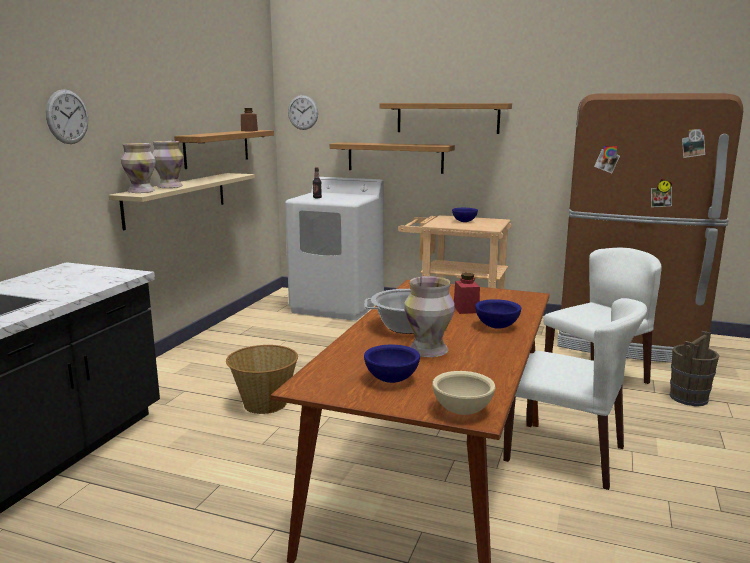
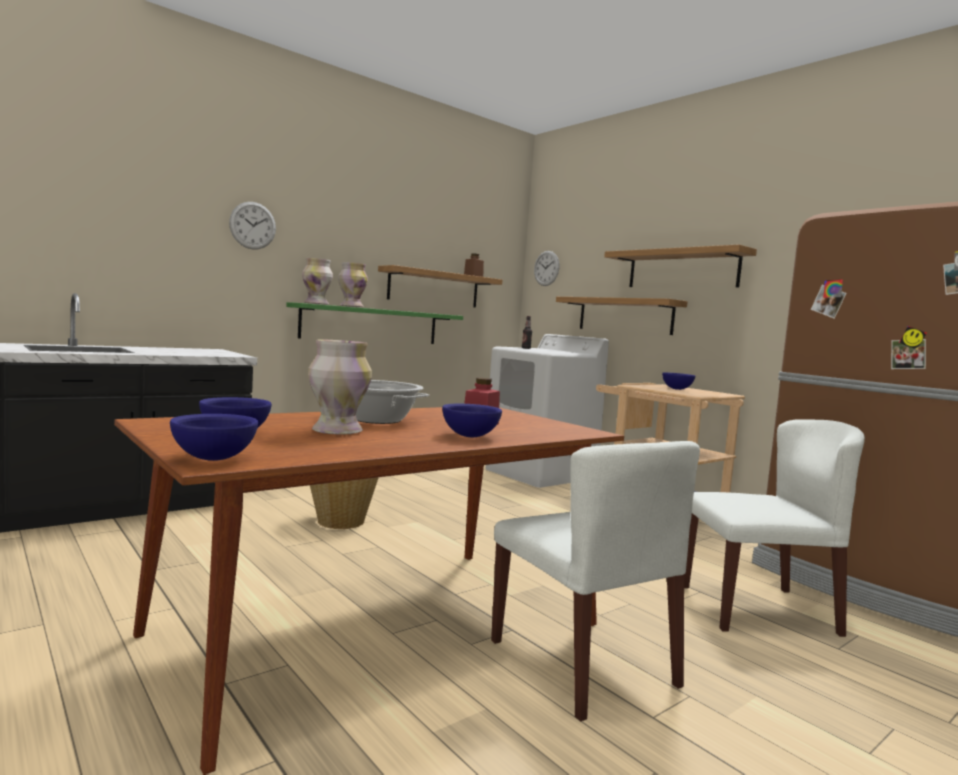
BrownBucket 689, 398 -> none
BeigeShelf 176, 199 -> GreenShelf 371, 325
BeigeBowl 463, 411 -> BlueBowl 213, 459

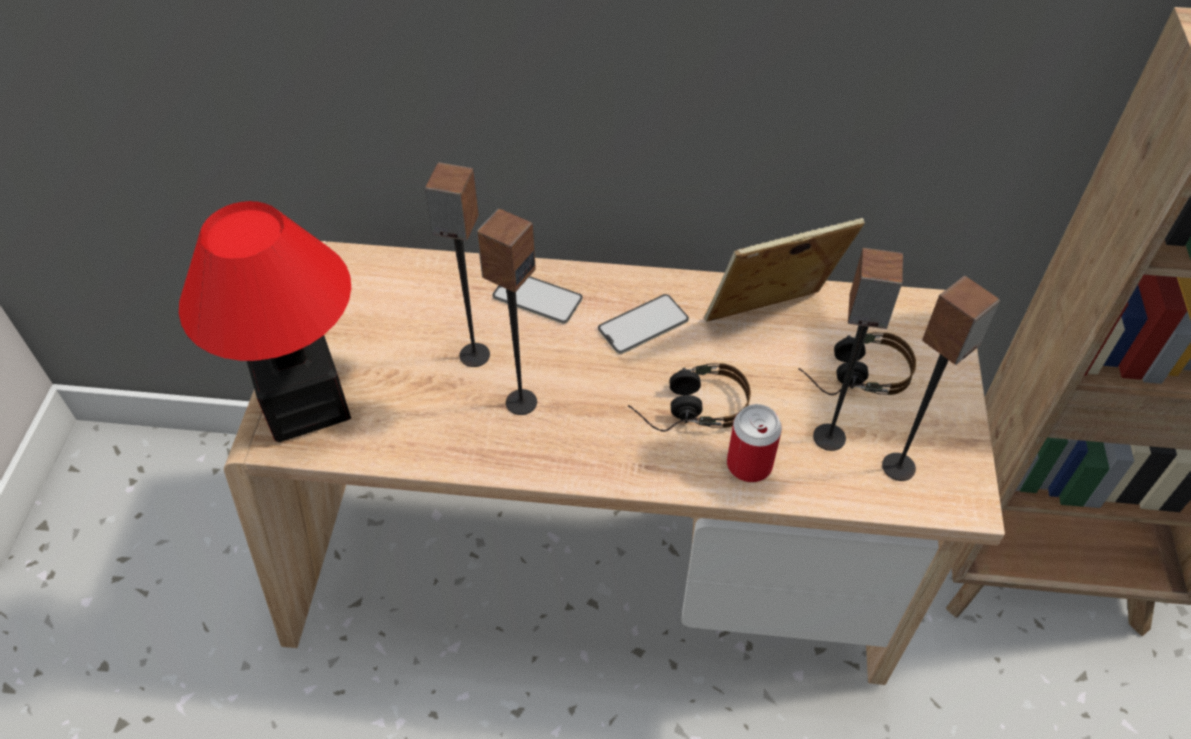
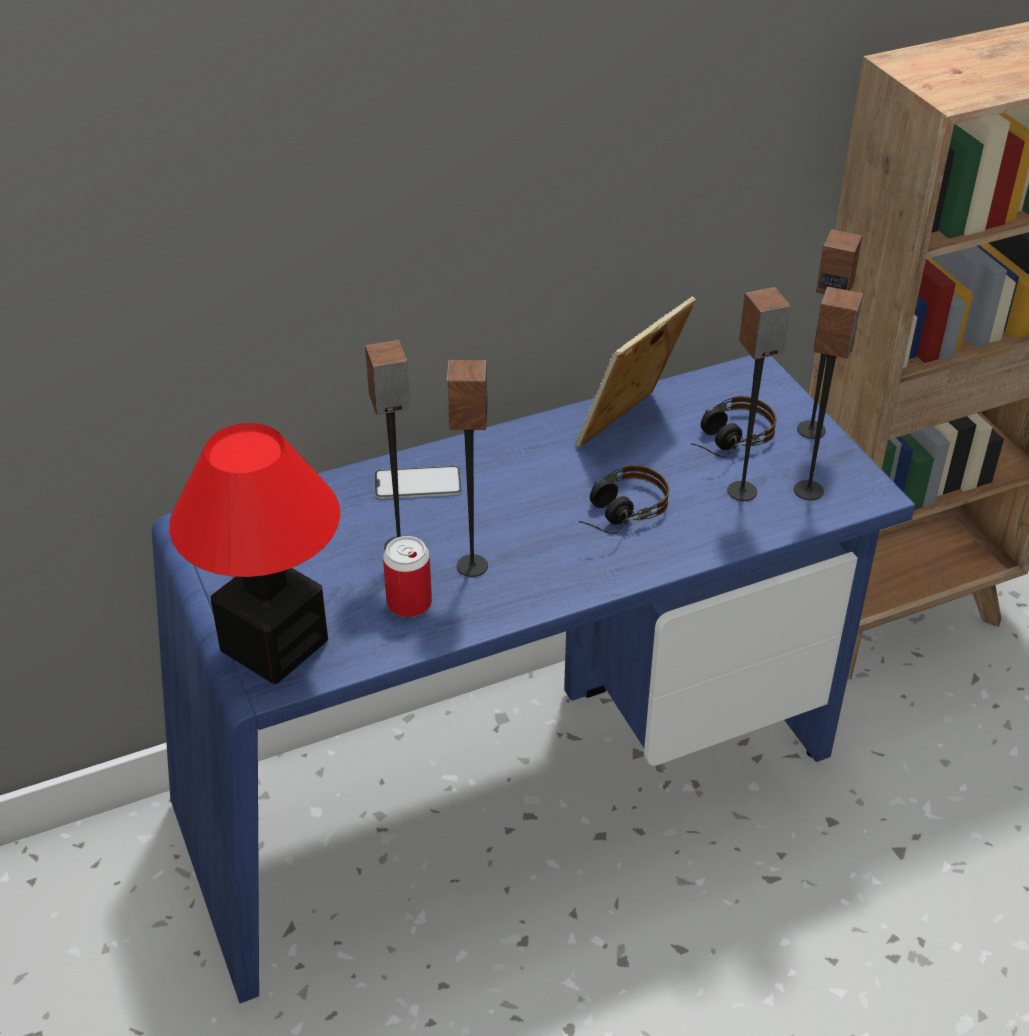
Phone 643, 324 -> none
none -> Speaker 811, 429
Can 749, 464 -> Can 409, 603, shifted
BeigeDesk 595, 574 -> BlueDesk 514, 790

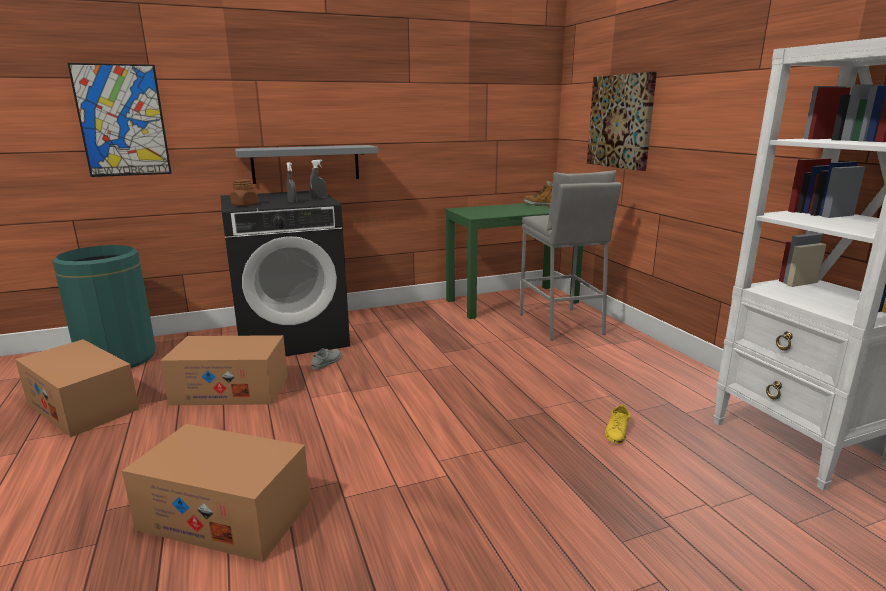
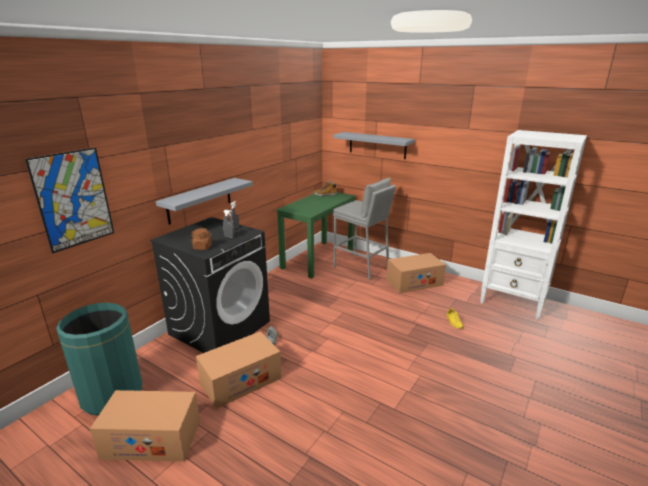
CardboardBox 225, 515 -> CardboardBox 414, 282, shifted
Picture 621, 121 -> GreyShelf 377, 145

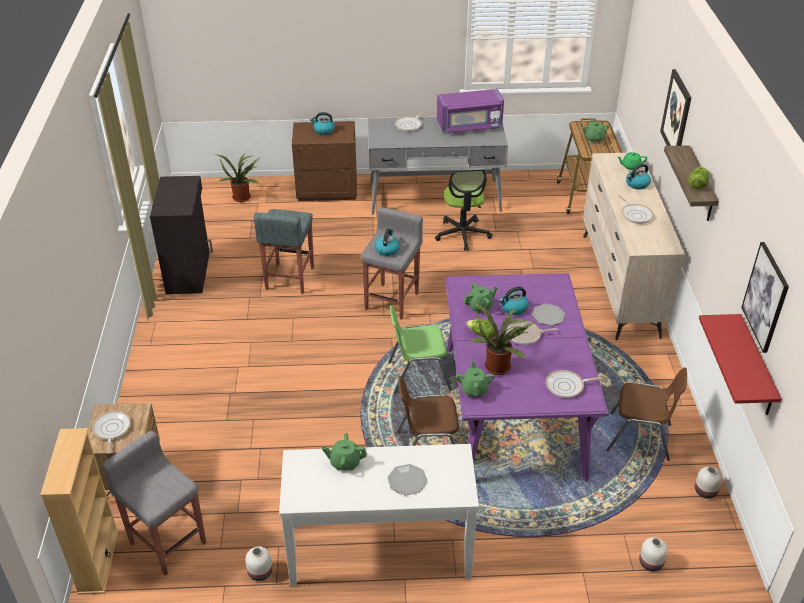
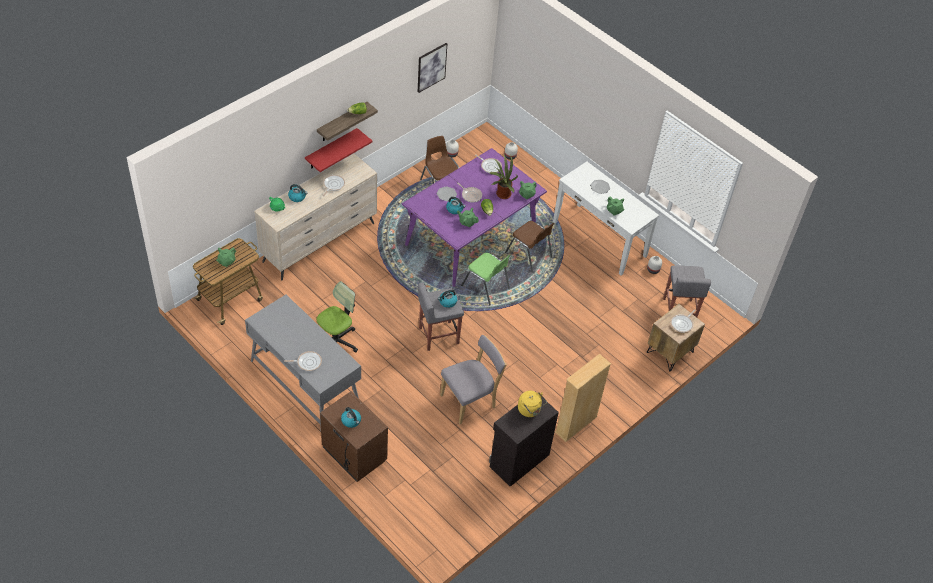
PottedPlant 242, 196 -> none
PurpleMicrowave 469, 126 -> none
Picture 676, 115 -> none
none -> YellowKettle 530, 410
BeigeBookcase 98, 560 -> BeigeBookcase 576, 424, shifted
RedShelf 756, 367 -> RedShelf 331, 149, shifted
GreyStool 289, 279 -> GreyChair 470, 401

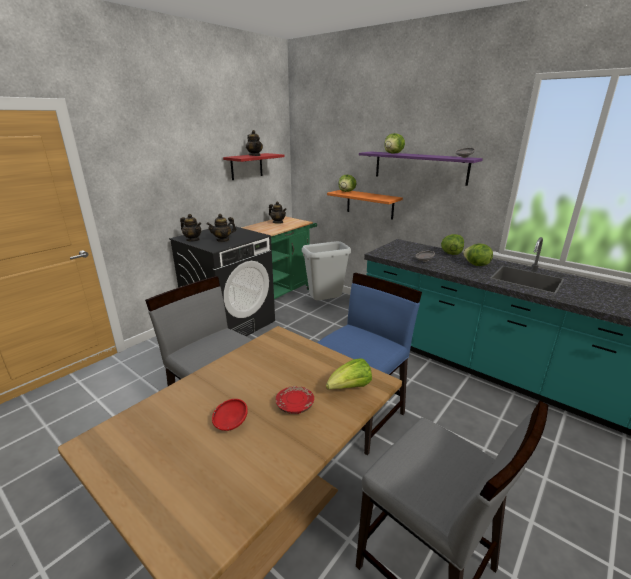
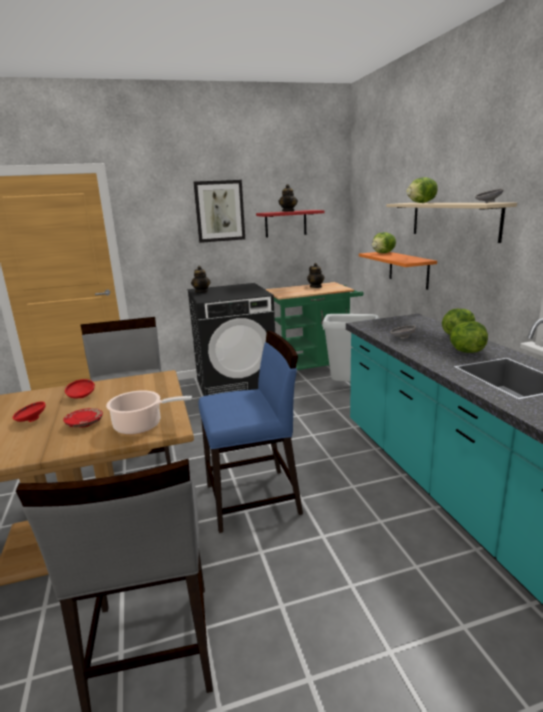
Teapot 223, 240 -> none
none -> RedBowl 81, 397
none -> Picture 219, 211
Lettuce 350, 388 -> CookingPot 141, 425
PurpleShelf 420, 167 -> BeigeShelf 453, 220

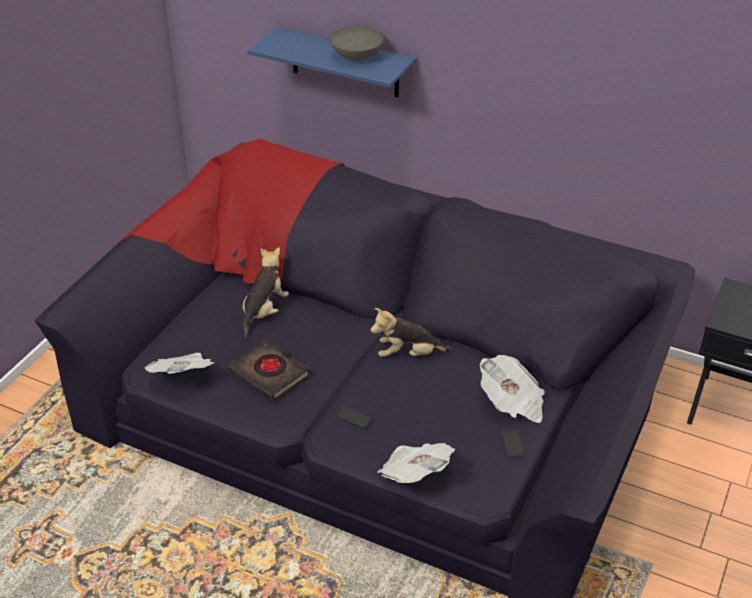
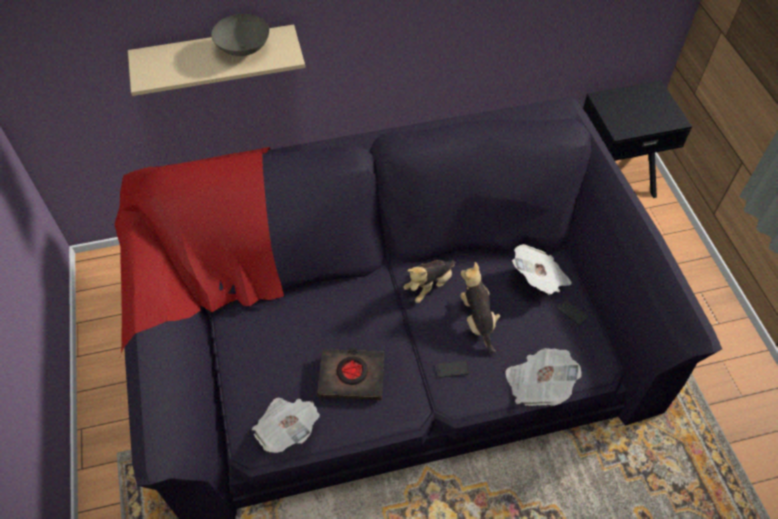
PlushToy 264, 311 -> PlushToy 478, 320, shifted
BlueShelf 345, 63 -> BeigeShelf 216, 56

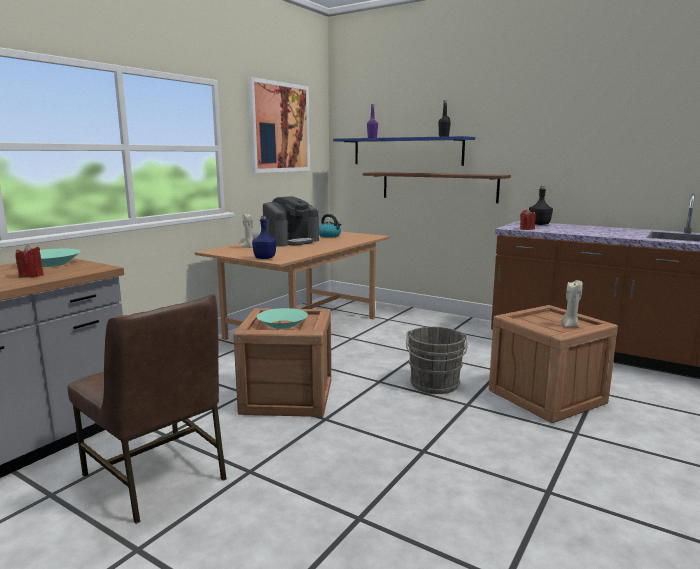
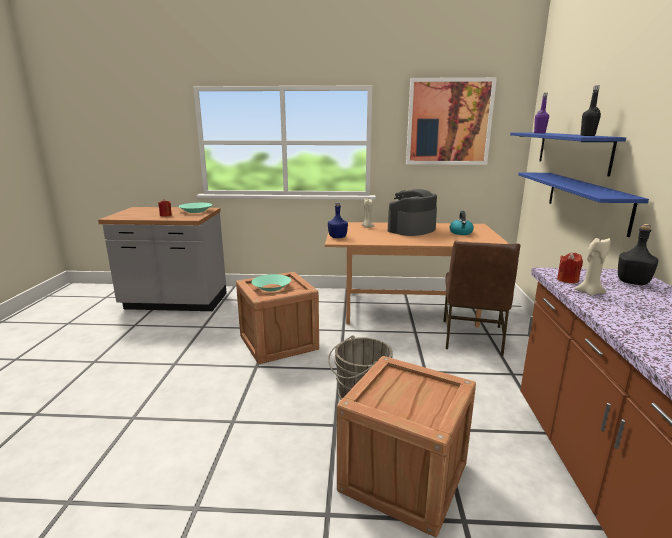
BrownChair 157, 477 -> BrownChair 472, 337, shifted
BeigeCandle 569, 326 -> BeigeCandle 589, 292, shifted
BrownShelf 438, 186 -> BlueShelf 586, 200
CoffeeMachine 291, 241 -> CoffeeMachine 411, 230, 120 degrees clockwise

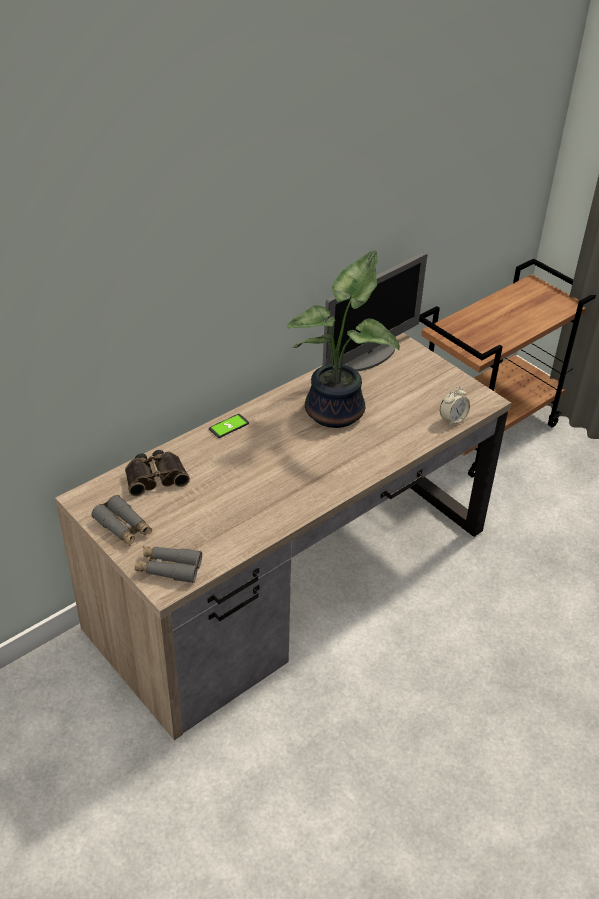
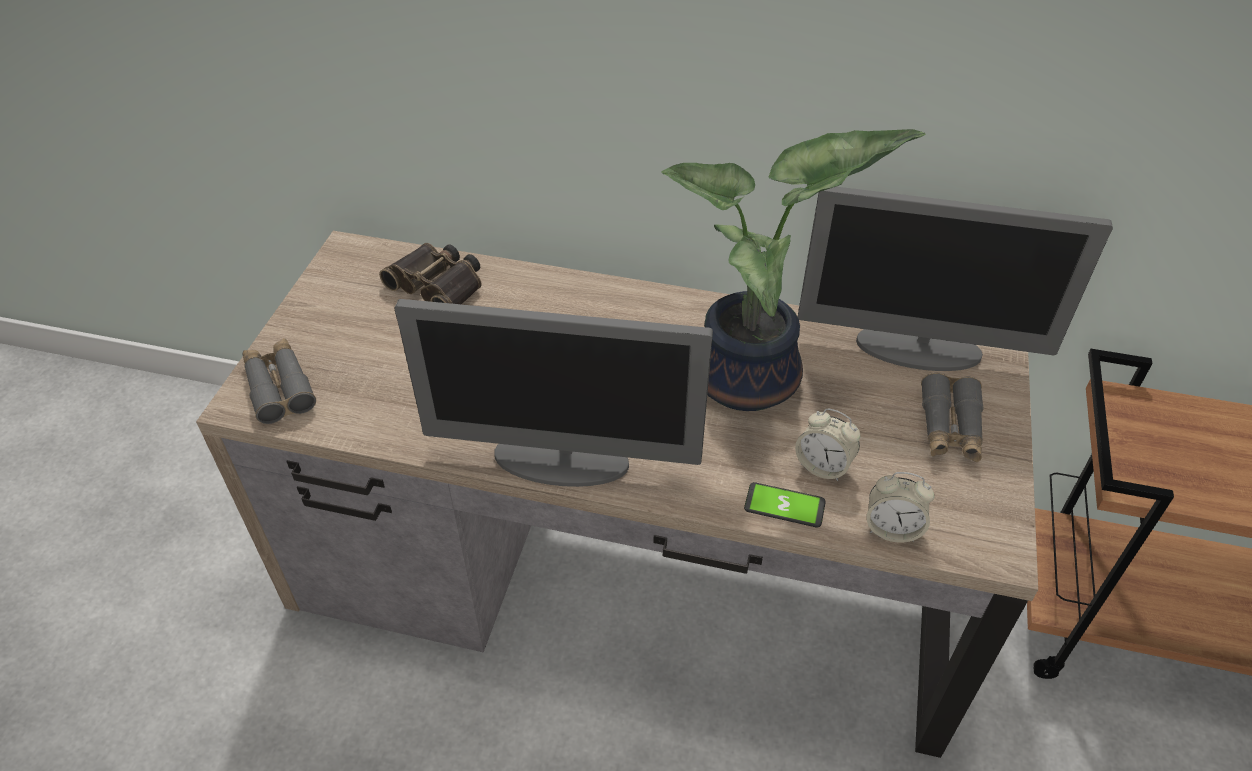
none -> Monitor 562, 460
none -> AlarmClock 823, 466
GreyBinoculars 123, 527 -> GreyBinoculars 950, 428, shifted
Phone 229, 426 -> Phone 784, 506, shifted

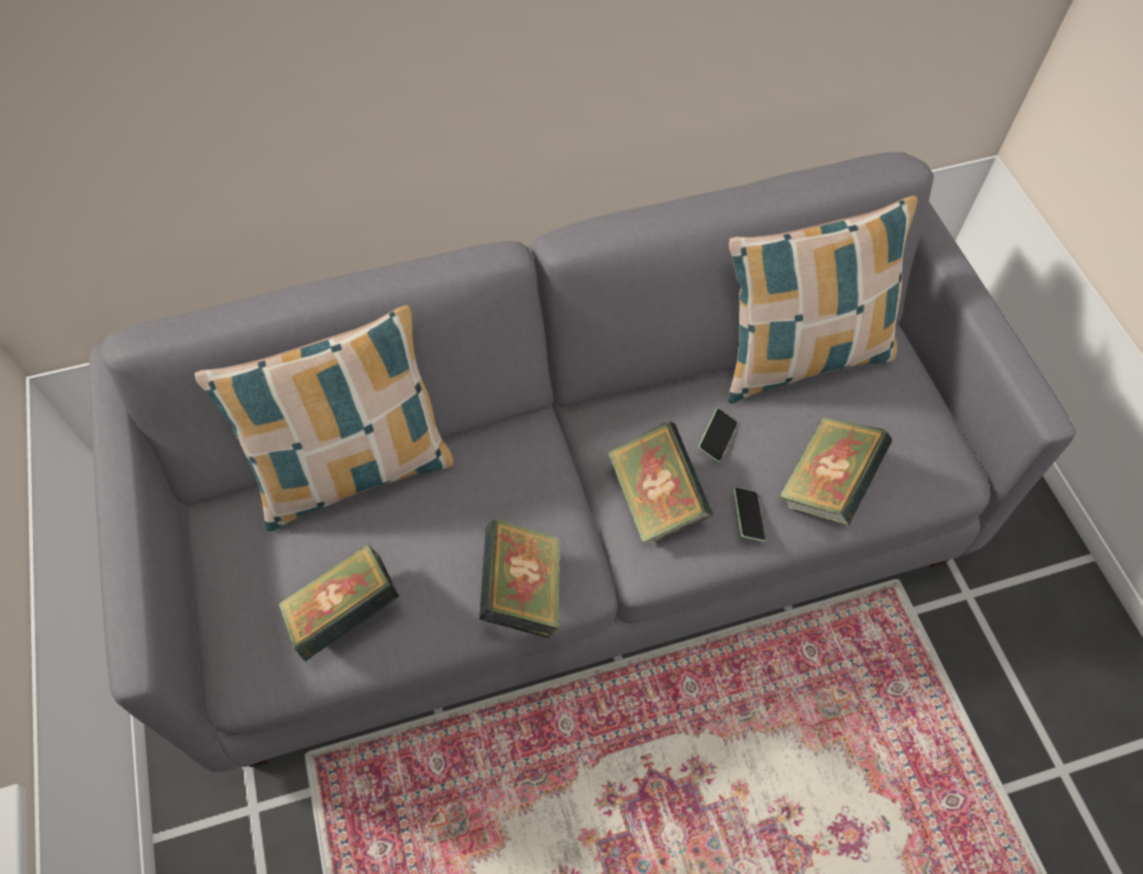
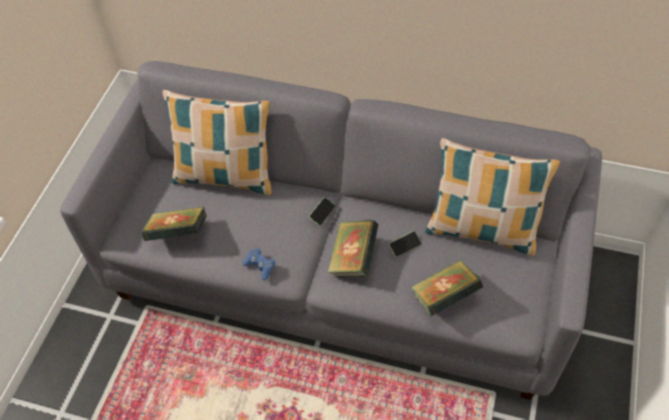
Phone 748, 517 -> Phone 322, 214, shifted
Book 523, 591 -> BlueGameController 260, 266

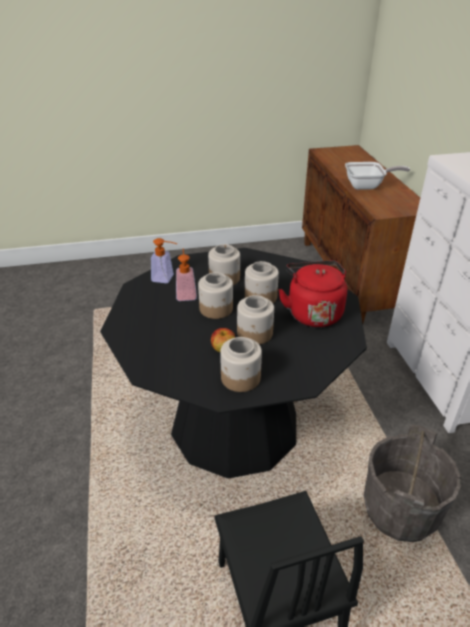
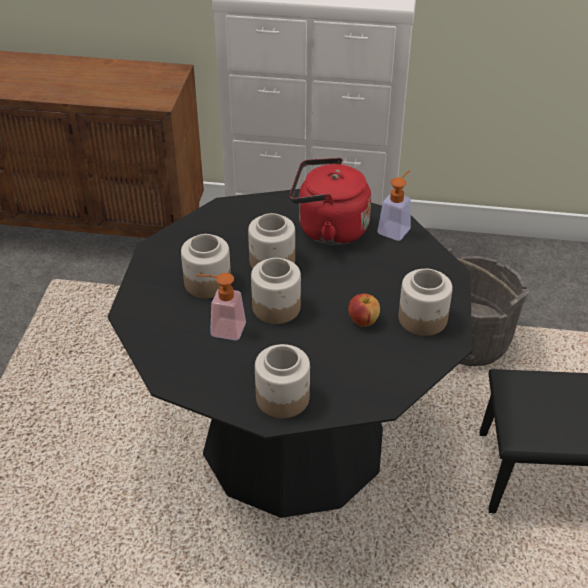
FryingPan 367, 186 -> none
SoapDispenser 166, 278 -> SoapDispenser 396, 228, shifted
Jar 255, 333 -> Jar 283, 398, shifted

